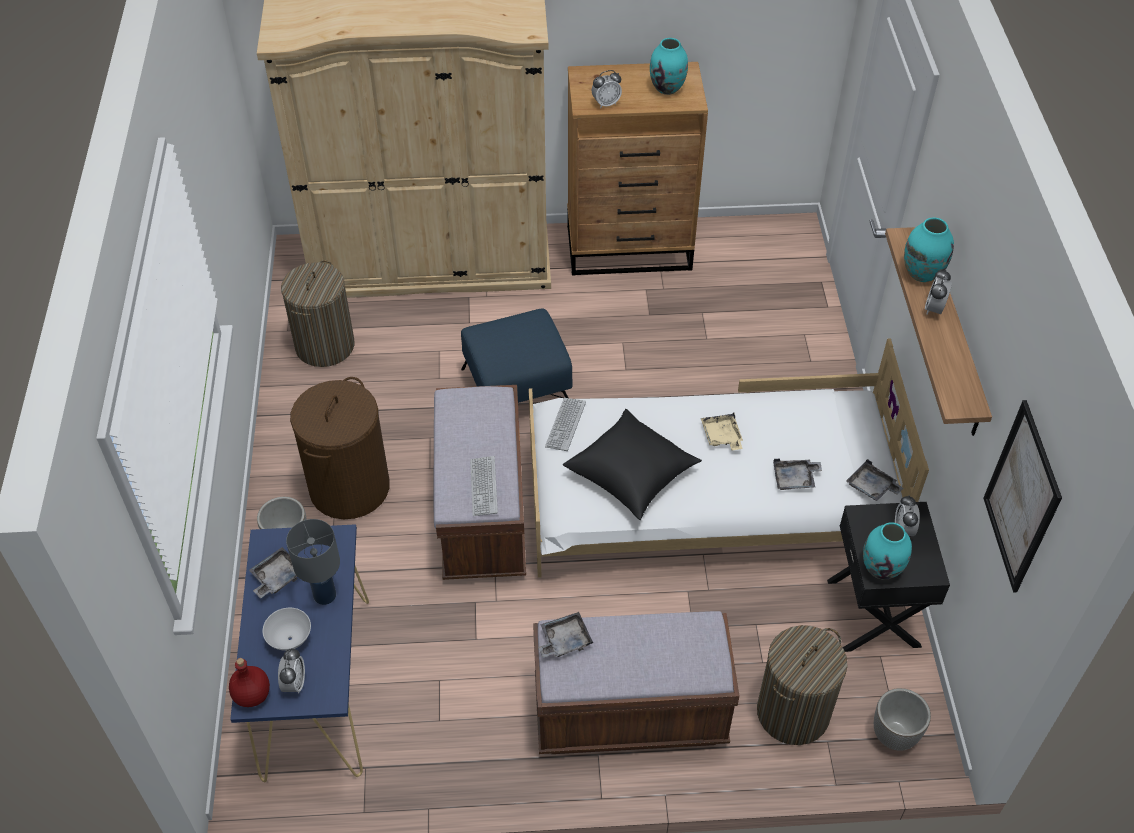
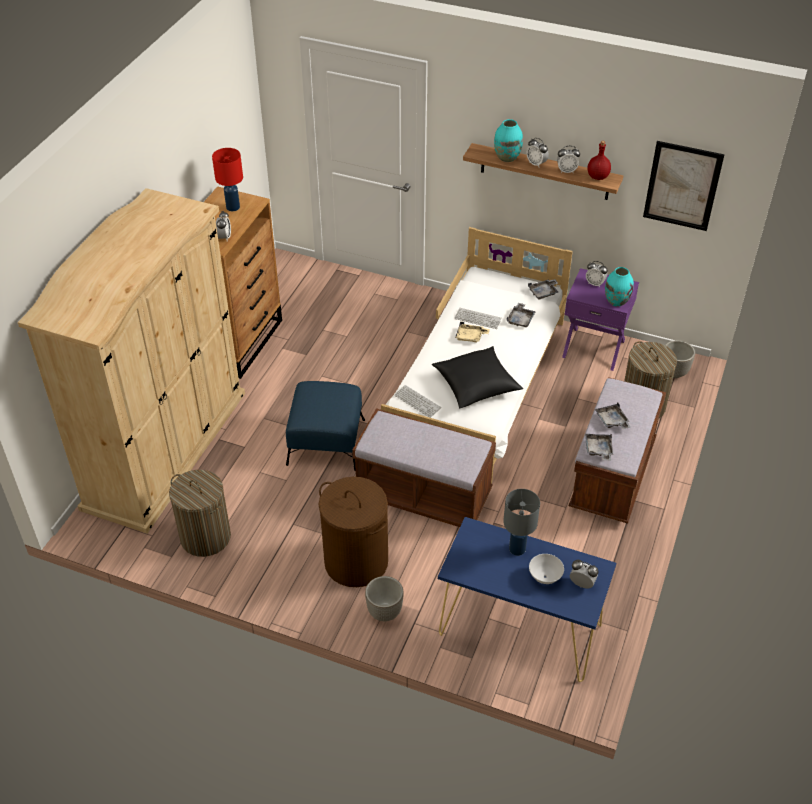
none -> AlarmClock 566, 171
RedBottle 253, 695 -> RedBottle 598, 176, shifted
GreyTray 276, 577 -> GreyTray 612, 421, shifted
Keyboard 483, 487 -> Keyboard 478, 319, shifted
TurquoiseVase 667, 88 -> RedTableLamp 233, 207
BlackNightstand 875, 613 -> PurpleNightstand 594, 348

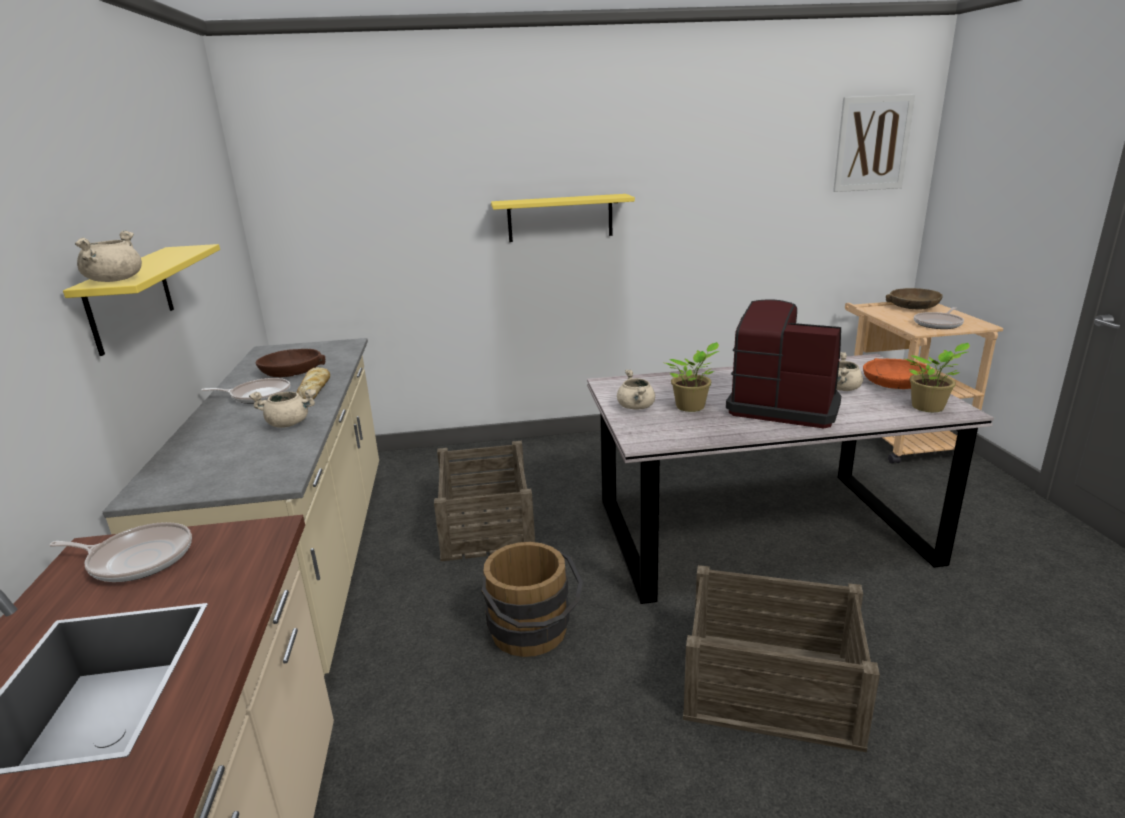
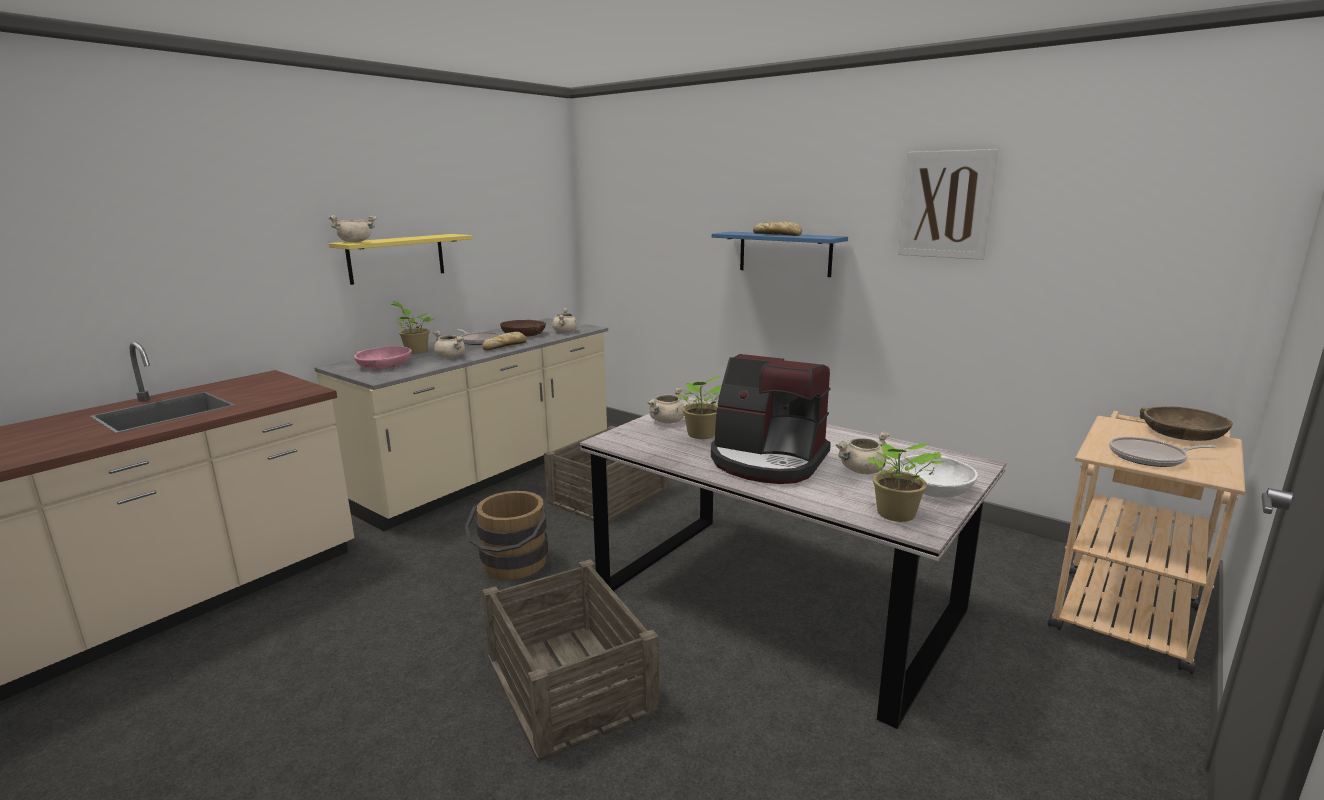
FryingPan 137, 559 -> none
none -> PinkBowl 384, 365
none -> PottedPlant 415, 351
none -> BeigeCookingPot 565, 332
none -> Bread 778, 234
Picture 872, 143 -> Picture 946, 205, shifted
YellowShelf 560, 218 -> BlueShelf 784, 253
OrangeBowl 894, 383 -> WhiteBowl 932, 487
CoffeeMachine 783, 406 -> CoffeeMachine 767, 461, 135 degrees clockwise

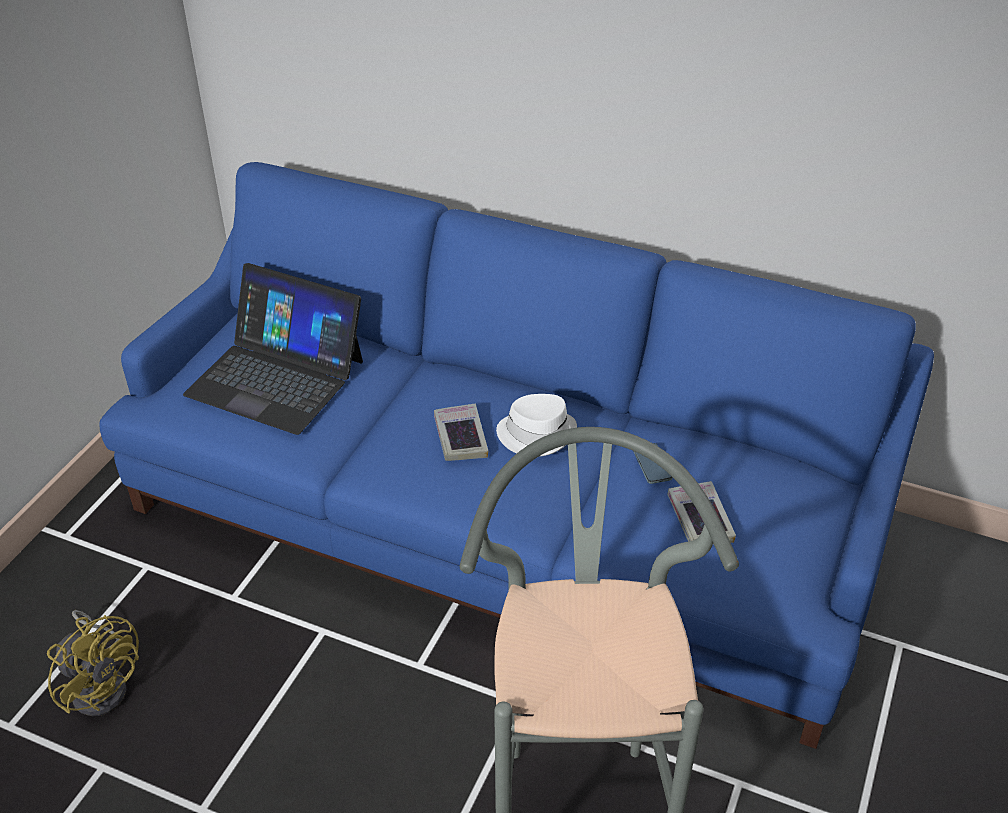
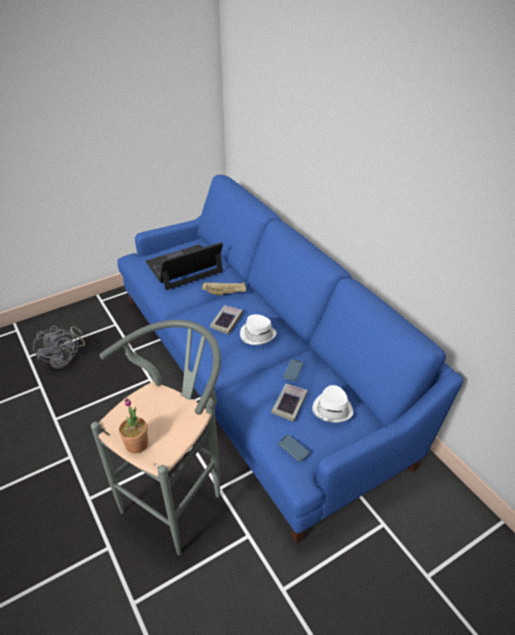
none -> PottedPlant 136, 444
none -> BeigeTray 225, 293
none -> Phone 293, 449
none -> WhiteHat 332, 408
YellowFan 103, 684 -> GreyFan 66, 358
Laptop 276, 377 -> Laptop 184, 267, 90 degrees clockwise

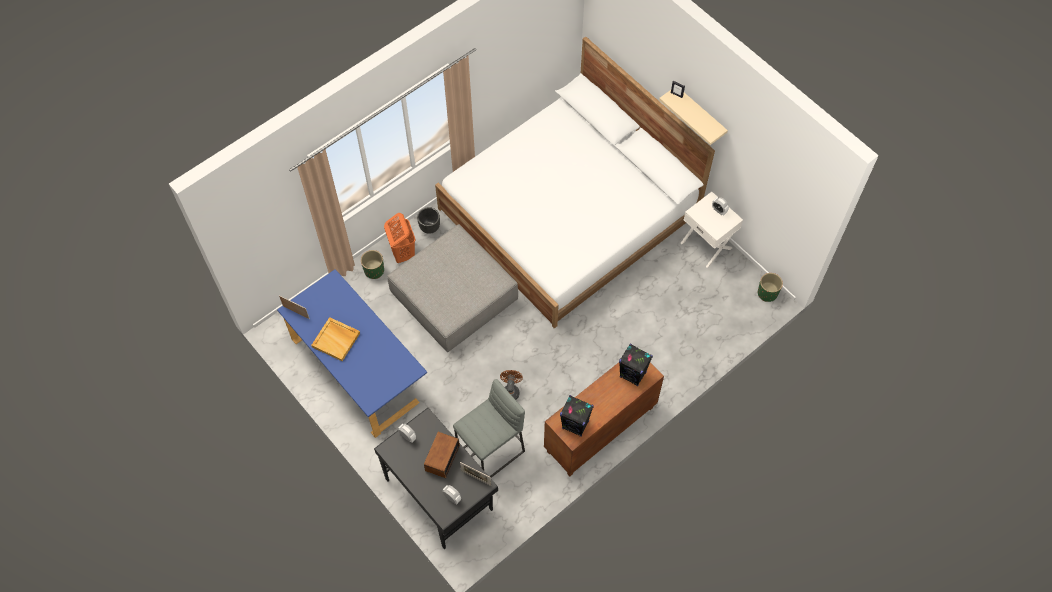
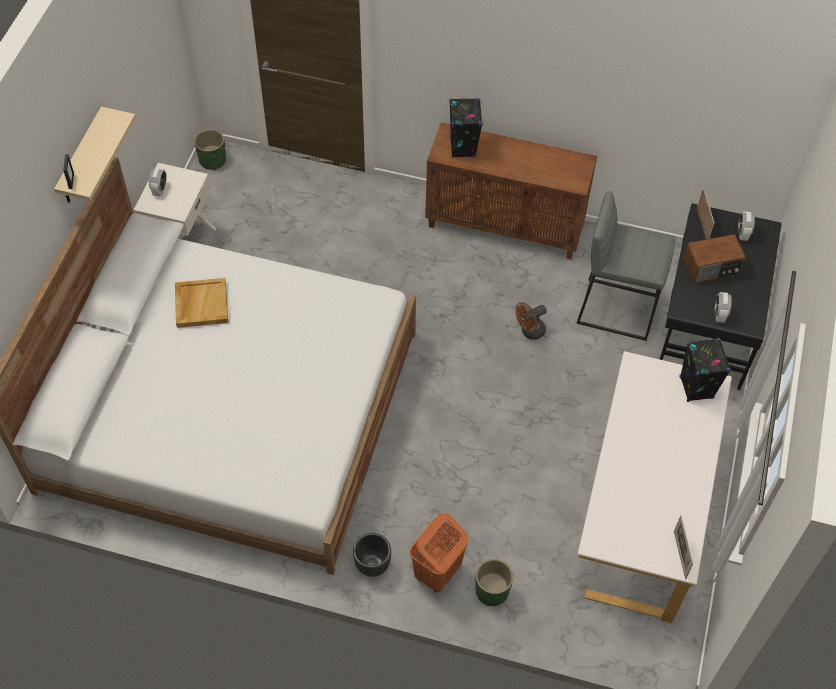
GreyOttoman 454, 296 -> none
BeigeTray 336, 340 -> BeigeTray 201, 304, shifted
BlackSpeaker 575, 425 -> BlackSpeaker 696, 387, shifted
BlueDesk 359, 369 -> WhiteDesk 641, 510

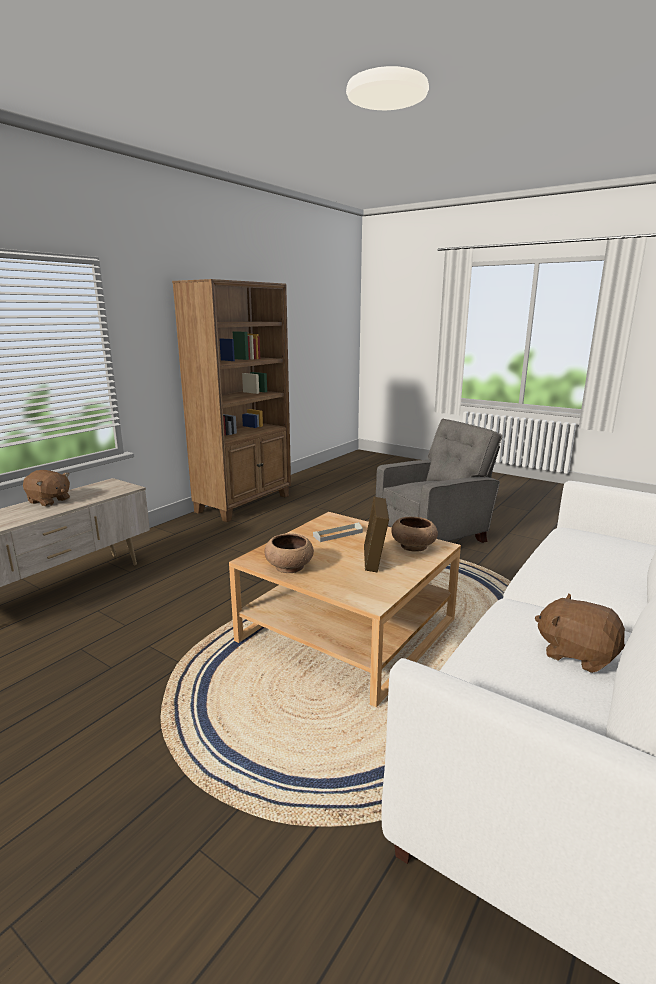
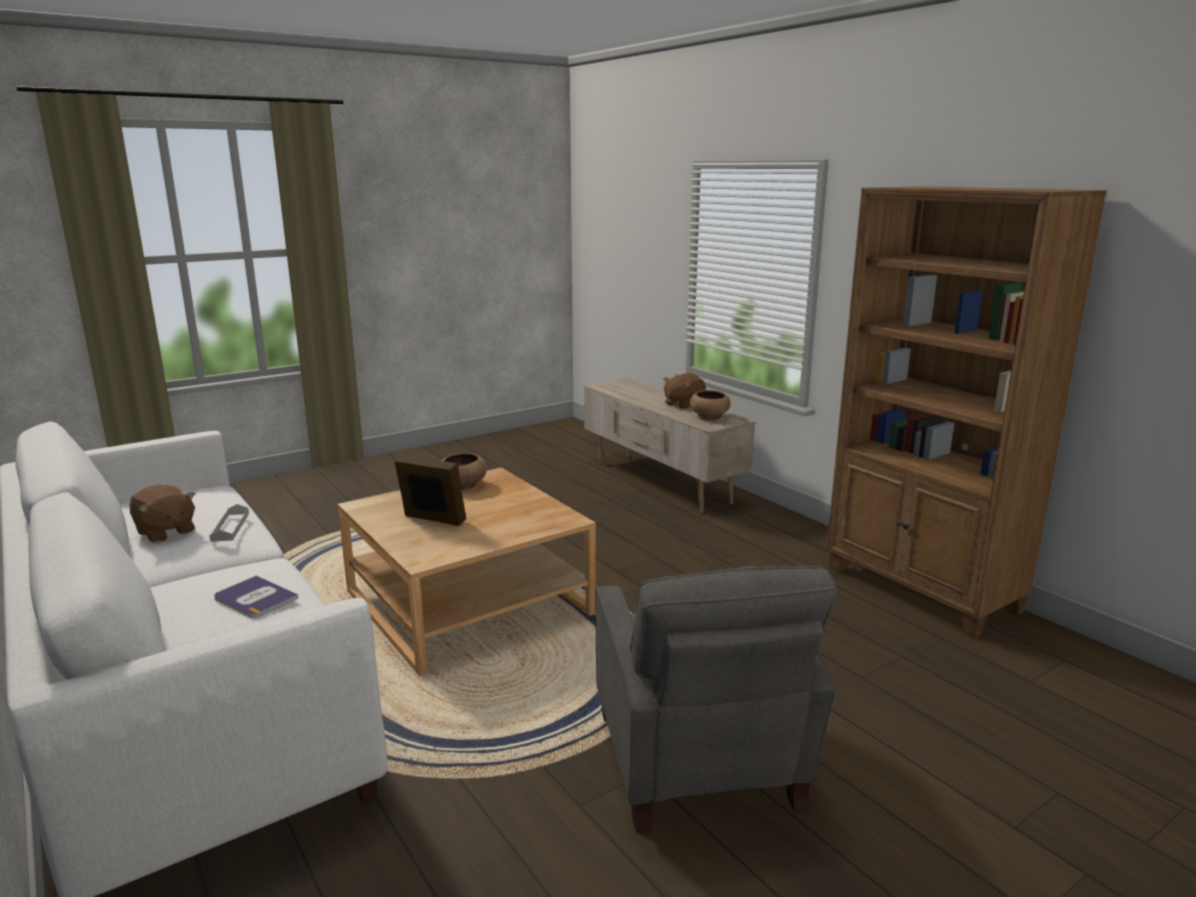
none -> Book 255, 598
GreyTray 338, 534 -> GreyTray 230, 527, shifted
BrownBowl 413, 546 -> BrownBowl 709, 417, shifted
BrownPlushToy 576, 653 -> BrownPlushToy 165, 532, 75 degrees clockwise

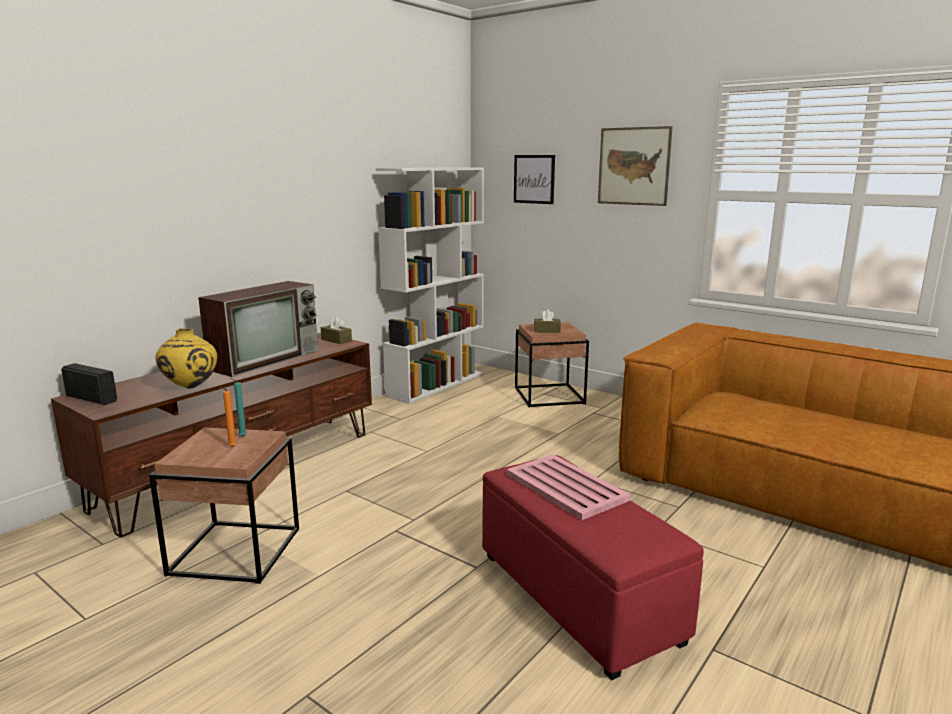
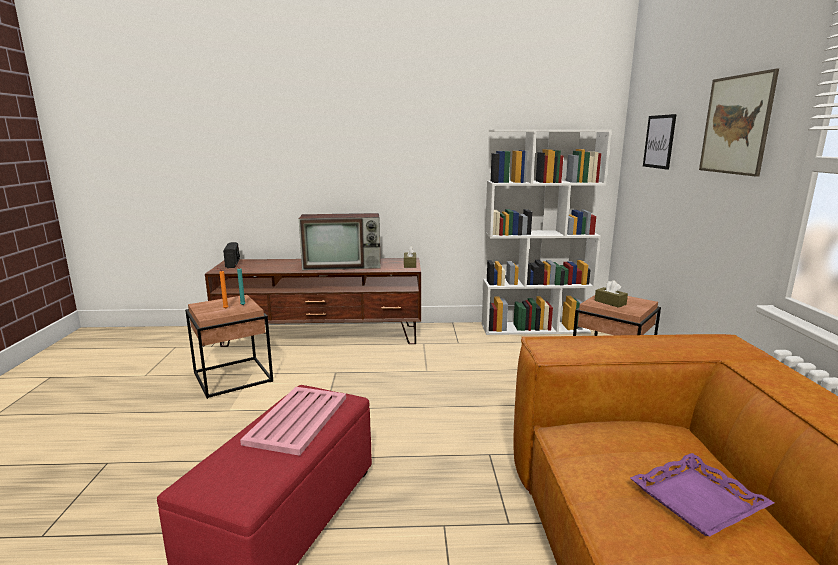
YellowVase 190, 387 -> none
none -> PurpleTray 696, 500

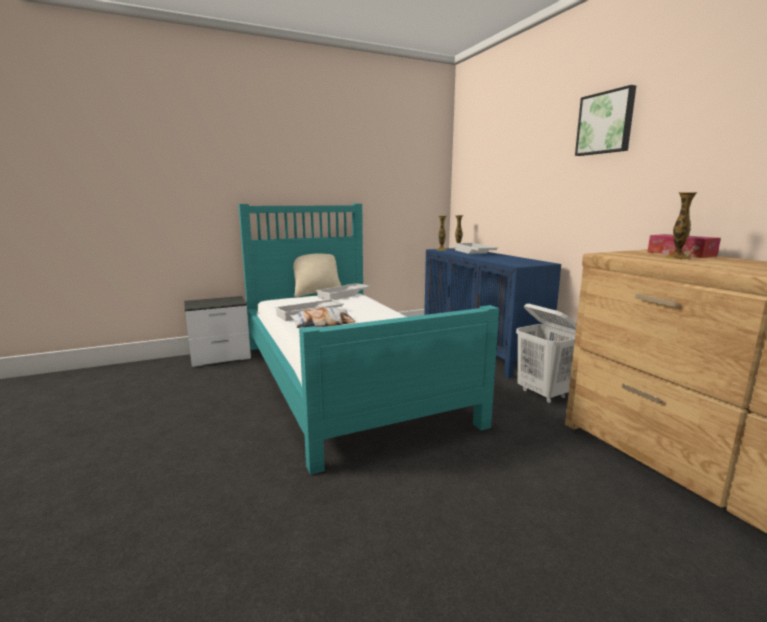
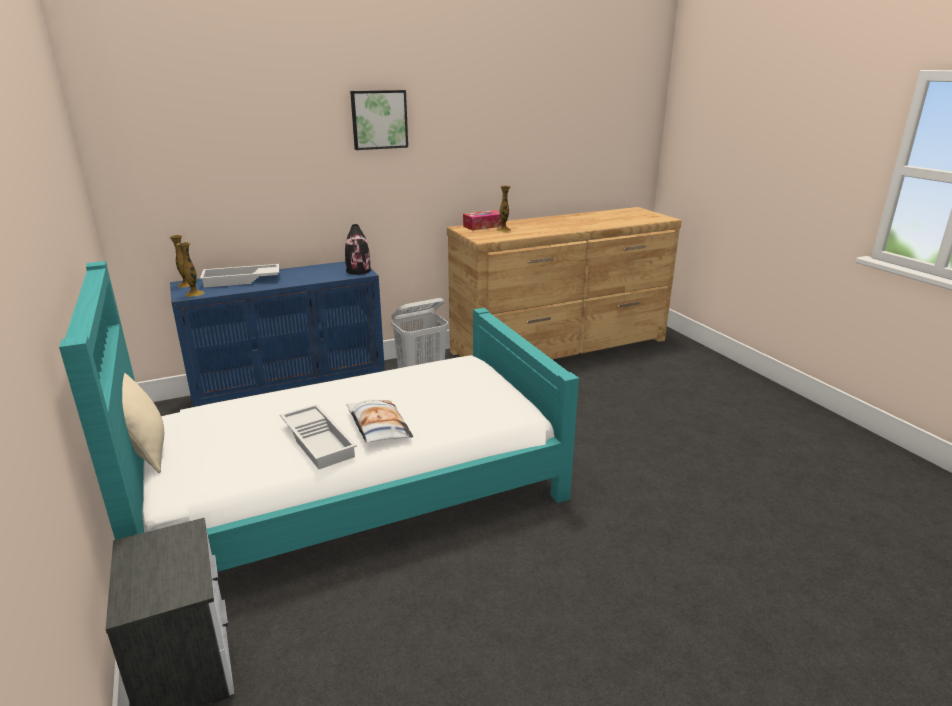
WhiteTray 344, 295 -> none
none -> BlackVase 358, 271

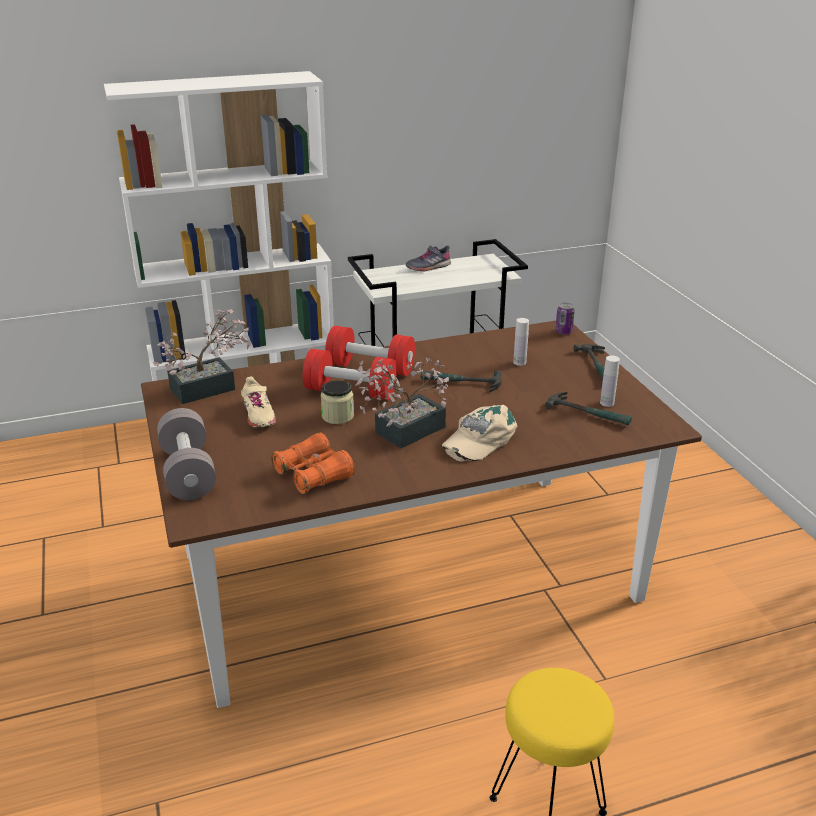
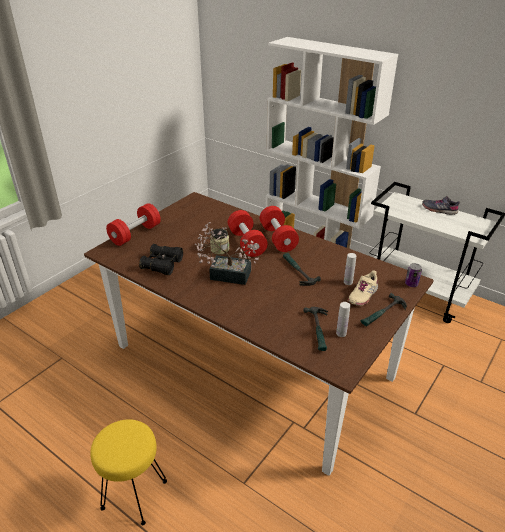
PottedPlant 210, 387 -> none
BeigeCap 479, 439 -> none
BeigeShoe 258, 414 -> BeigeShoe 362, 295, shifted
GreyDumbbell 188, 472 -> RedDumbbell 135, 234
OrangeBinoculars 313, 474 -> BlackBinoculars 162, 265

